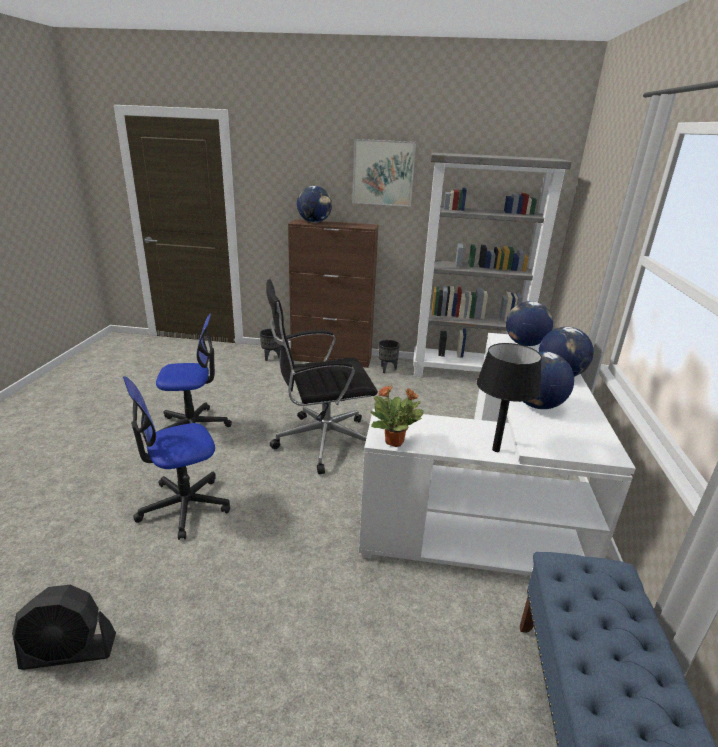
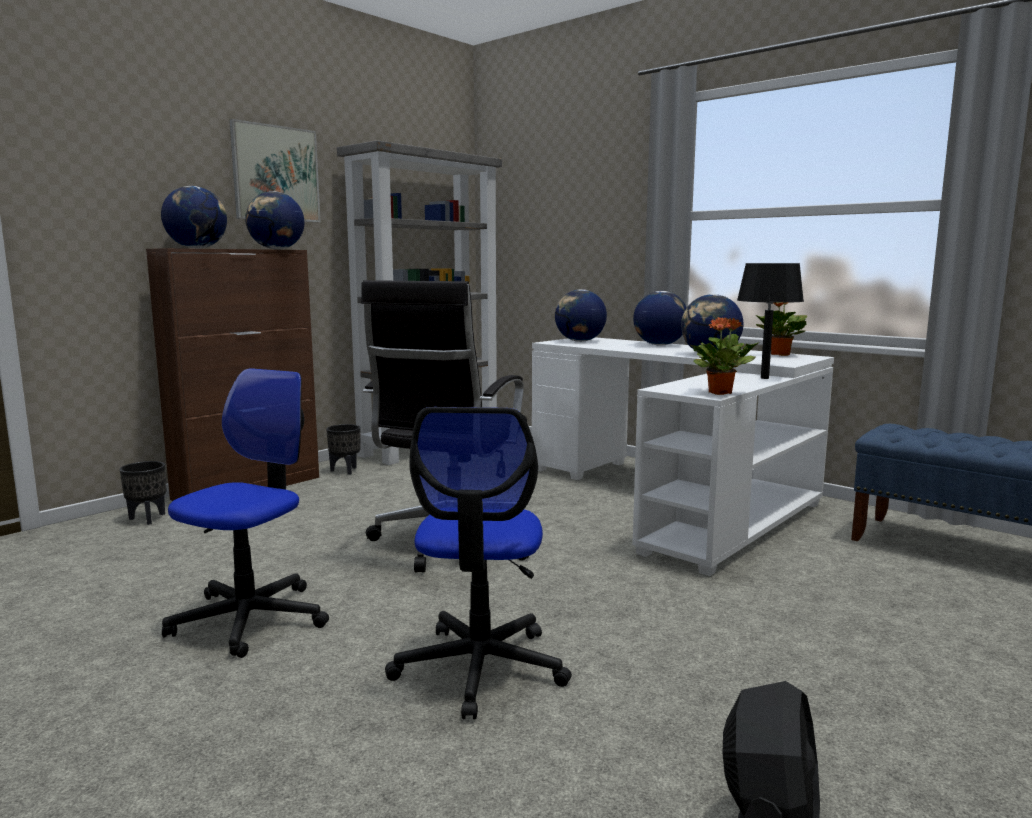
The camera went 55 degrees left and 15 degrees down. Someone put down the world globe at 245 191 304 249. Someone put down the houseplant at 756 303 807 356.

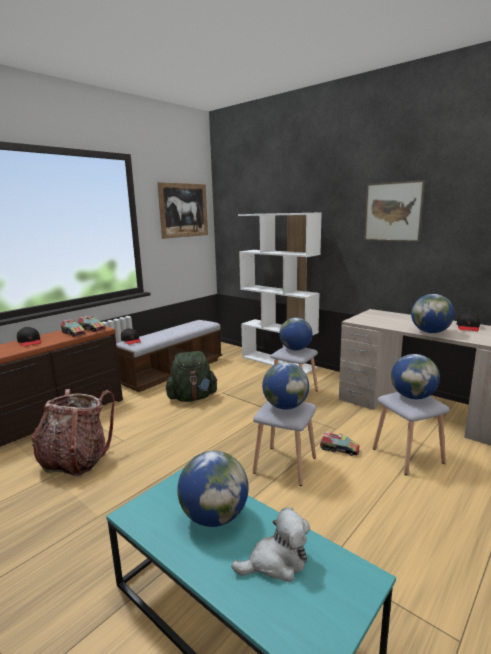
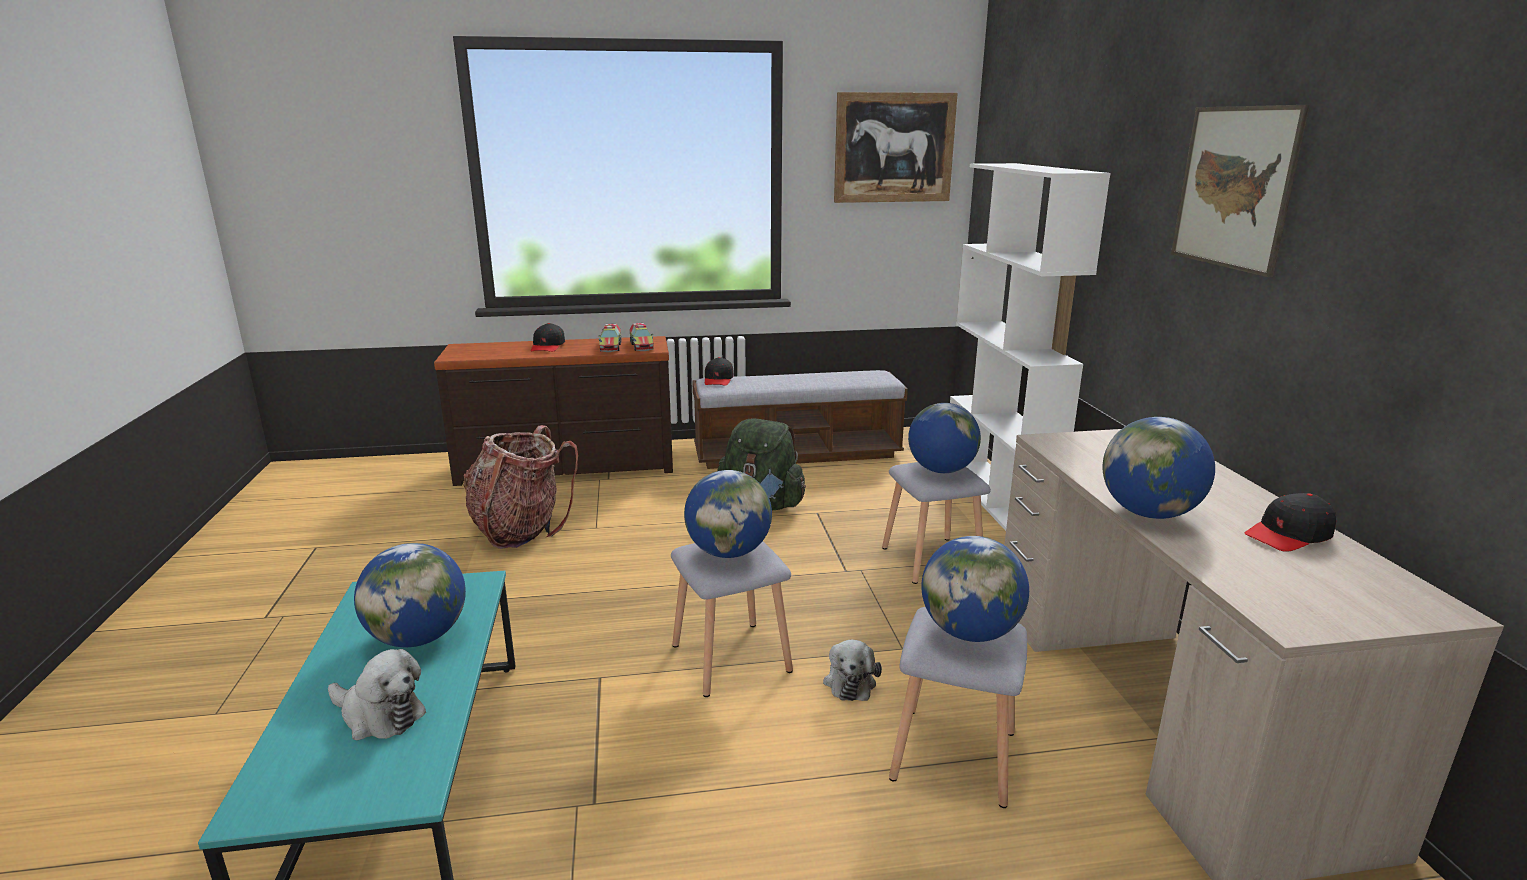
The camera went 40 degrees right and 5 degrees up. Someone swapped the model truck at 320 432 360 456 for the cuddly toy at 823 640 882 701.

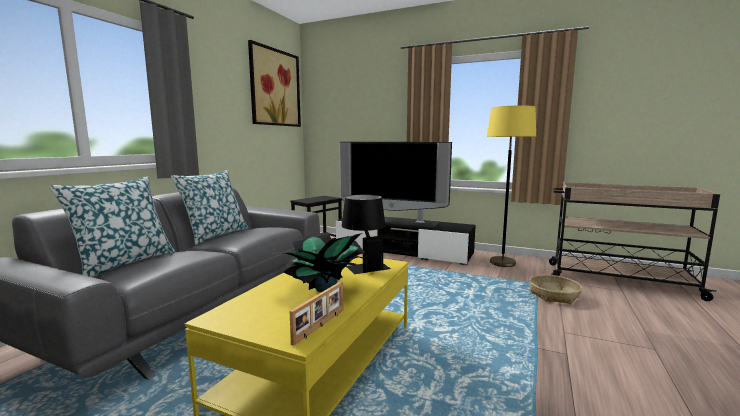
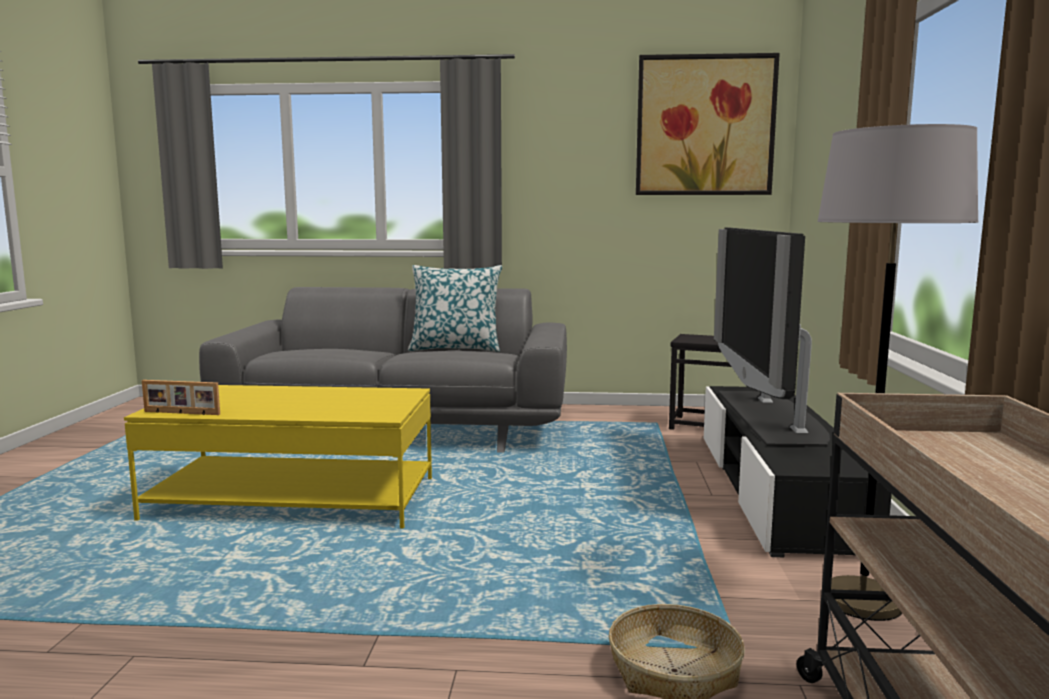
The camera went 70 degrees right and 0 degrees up. Someone took away the cushion at 49 176 175 277. Someone took away the houseplant at 271 232 365 292. Someone took away the lamp for a table/black-coloured at 341 194 391 274. Someone repainted the standard lamp/yellow at 487 105 536 267, which became the standard lamp/grey at 817 124 978 621.

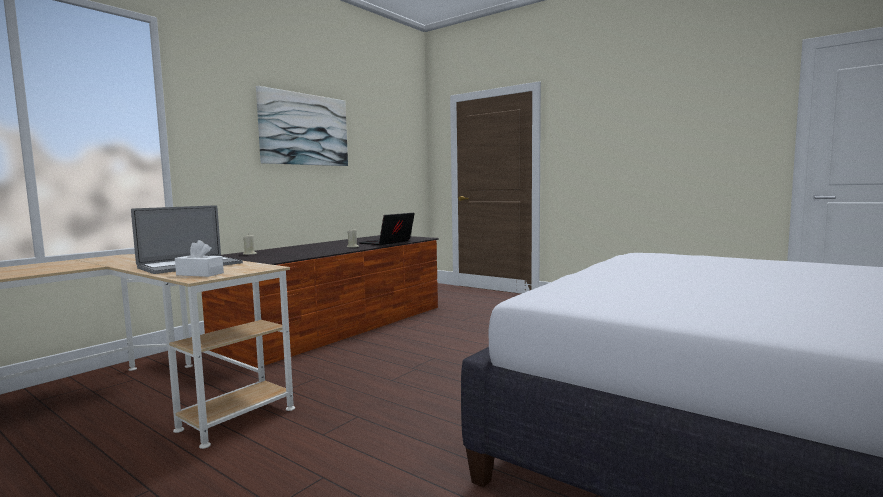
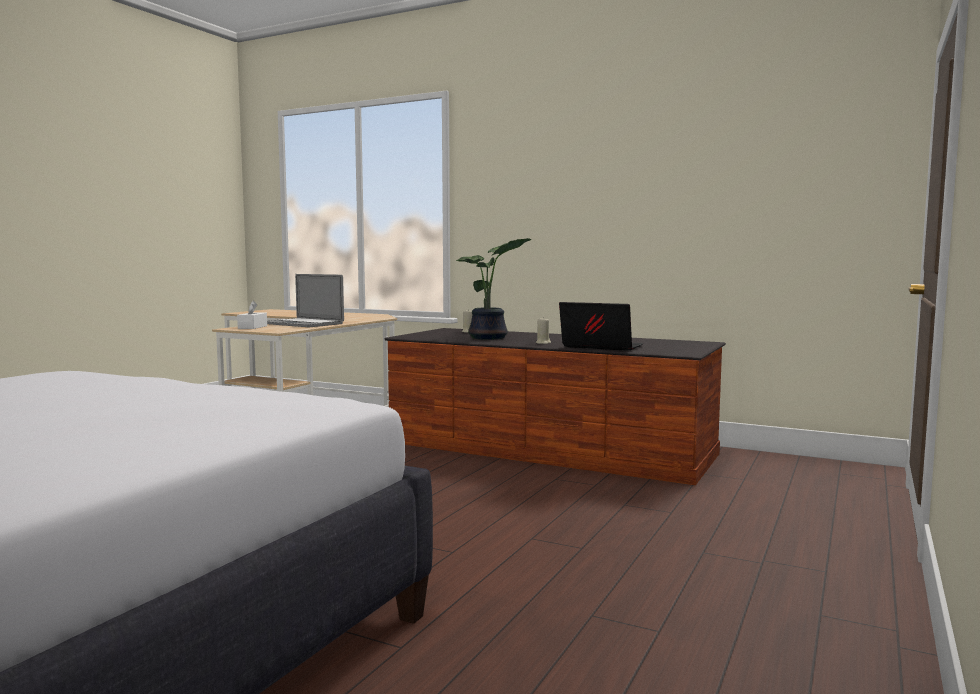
The camera went 80 degrees right and 0 degrees up. Someone took away the wall art at 256 86 348 166. Someone put down the houseplant at 456 238 532 340.

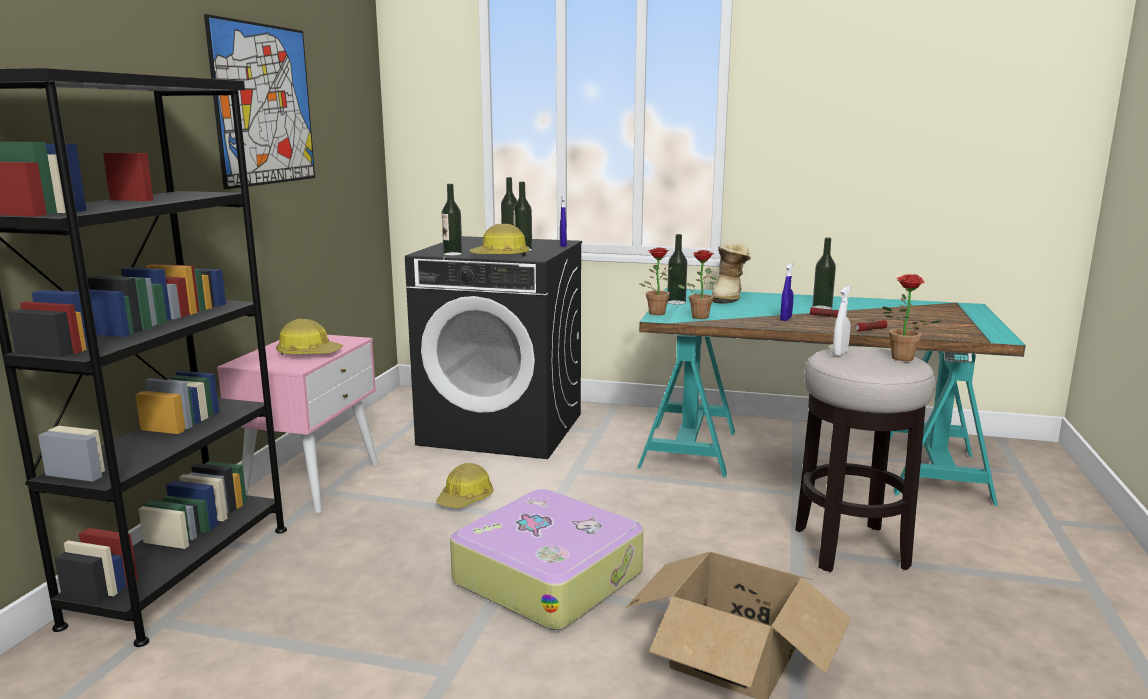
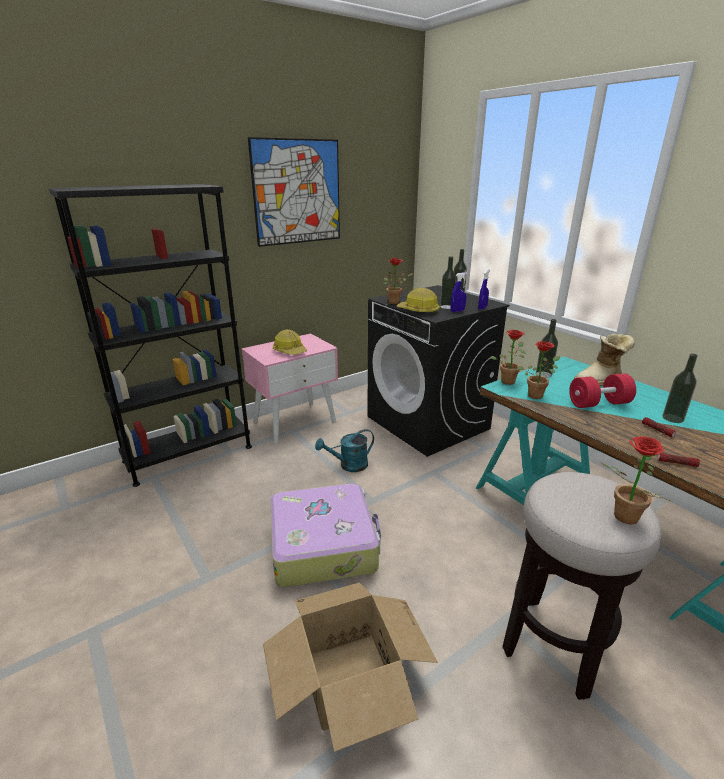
The camera went 40 degrees right and 10 degrees up. Someone took away the hand sprayer/white at 833 286 851 356. Someone put down the hand weight/red at 569 373 636 408. Someone carried the hand sprayer/blue-coloured from 780 263 793 321 to 451 272 467 312. Someone swapped the work helmet at 436 463 493 508 for the watering can/turquoise-coloured at 315 429 374 472. Someone swapped the drink bottle at 442 184 462 256 for the houseplant at 384 258 413 304.

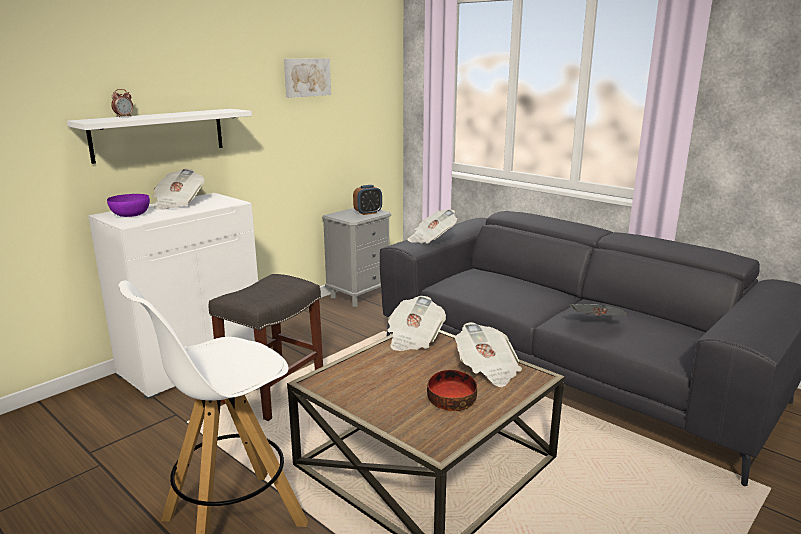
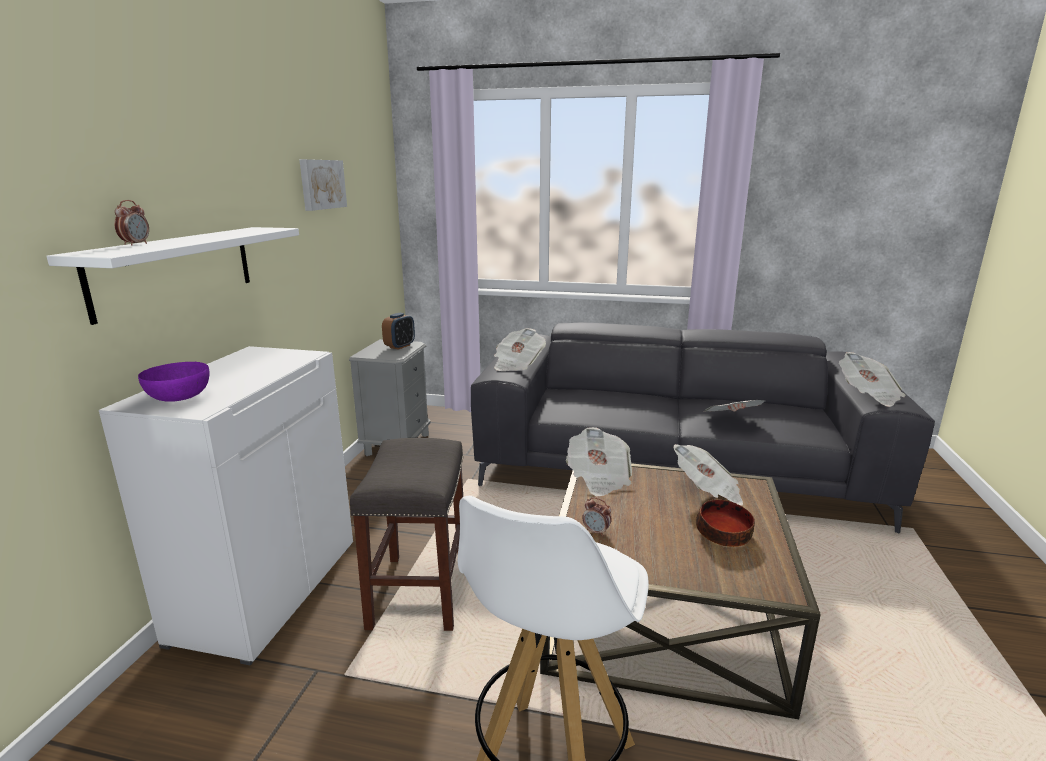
The camera went 30 degrees left and 0 degrees up. Someone put down the table clock at 582 497 612 536. Someone carried the printed paper from 153 169 205 210 to 839 352 906 407.

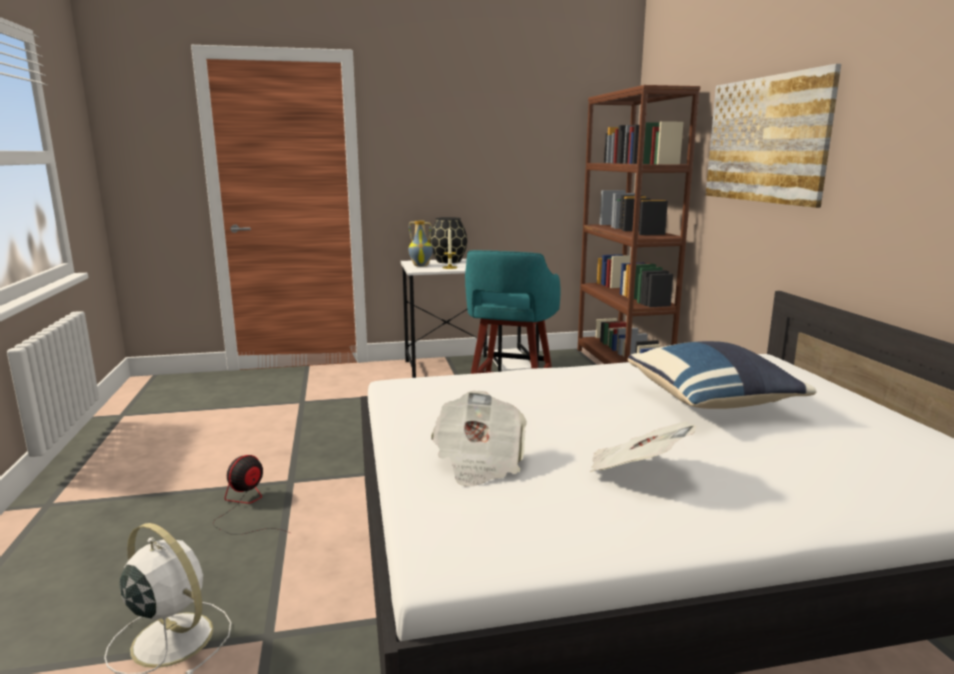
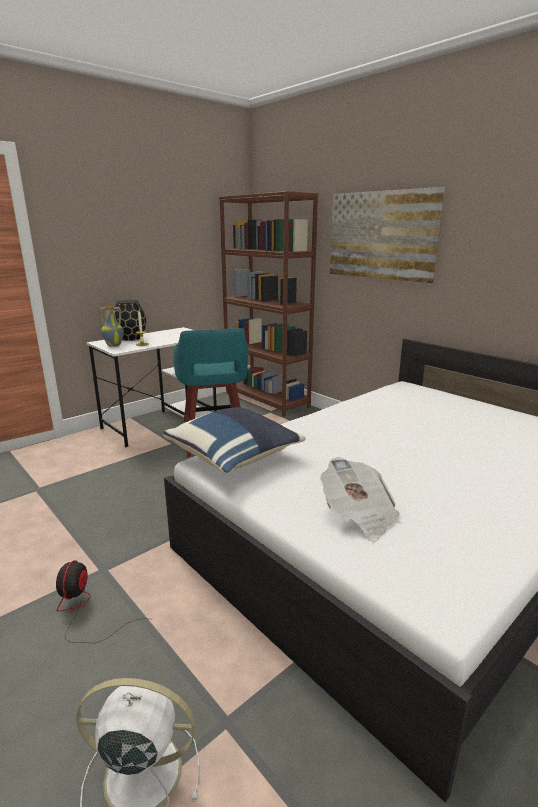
The camera went 30 degrees left and 5 degrees up. Someone took away the printed paper at 589 421 696 472. Someone carried the cushion/blue-coloured from 628 341 817 409 to 163 407 306 475.

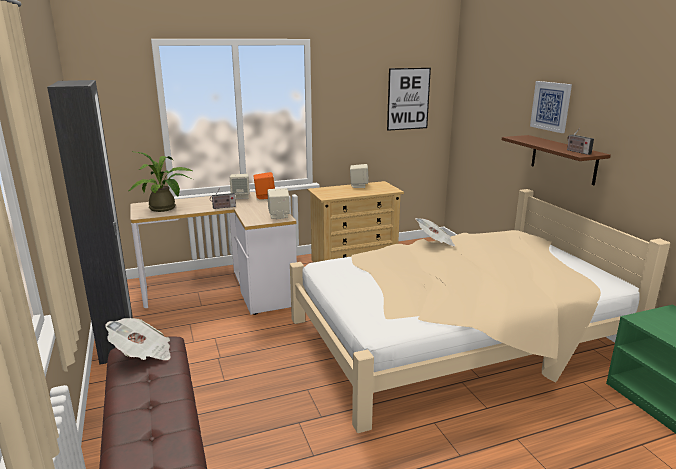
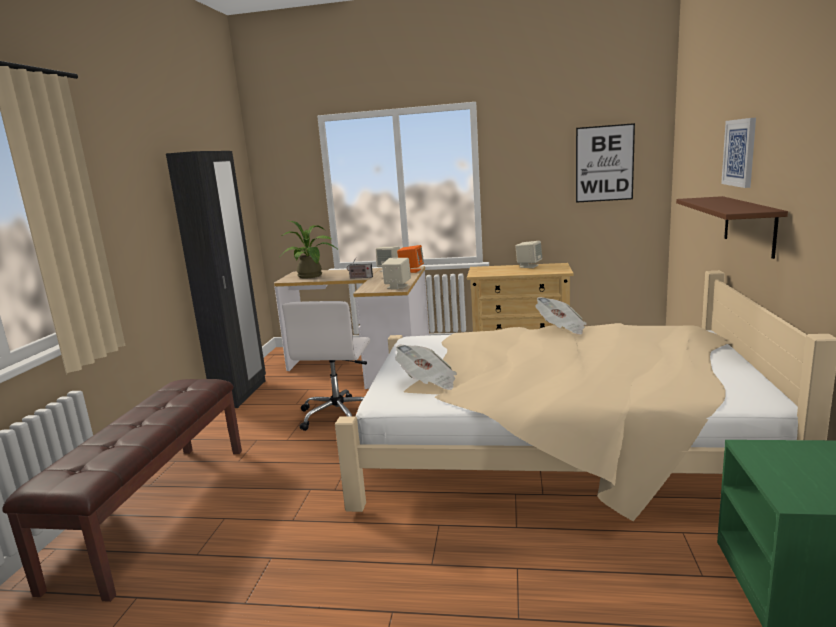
The camera went 30 degrees right and 5 degrees down. Someone took away the radio receiver at 567 128 594 155. Someone put down the office chair/white at 282 301 370 431. Someone carried the printed paper from 105 318 171 360 to 395 344 457 390.

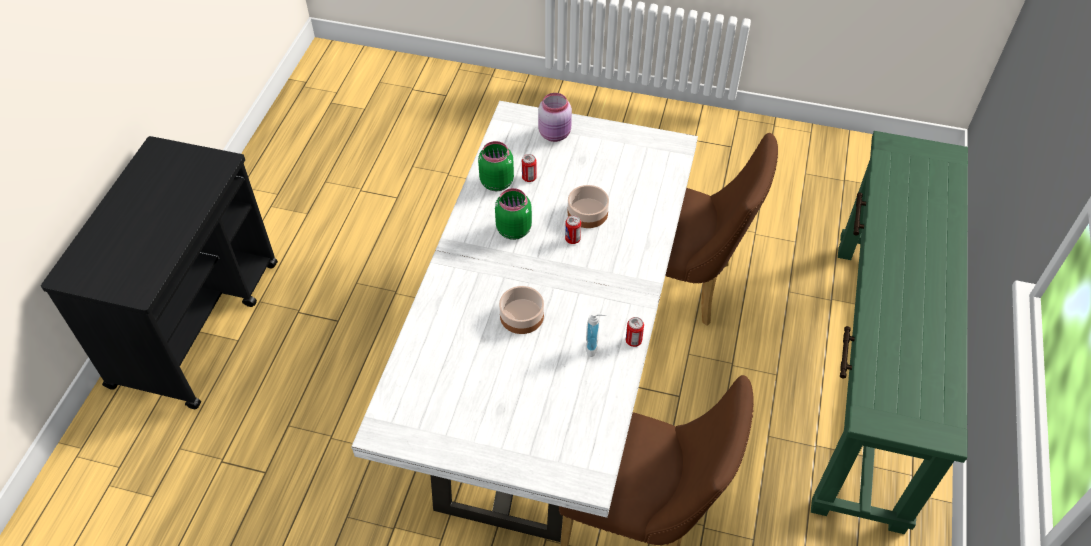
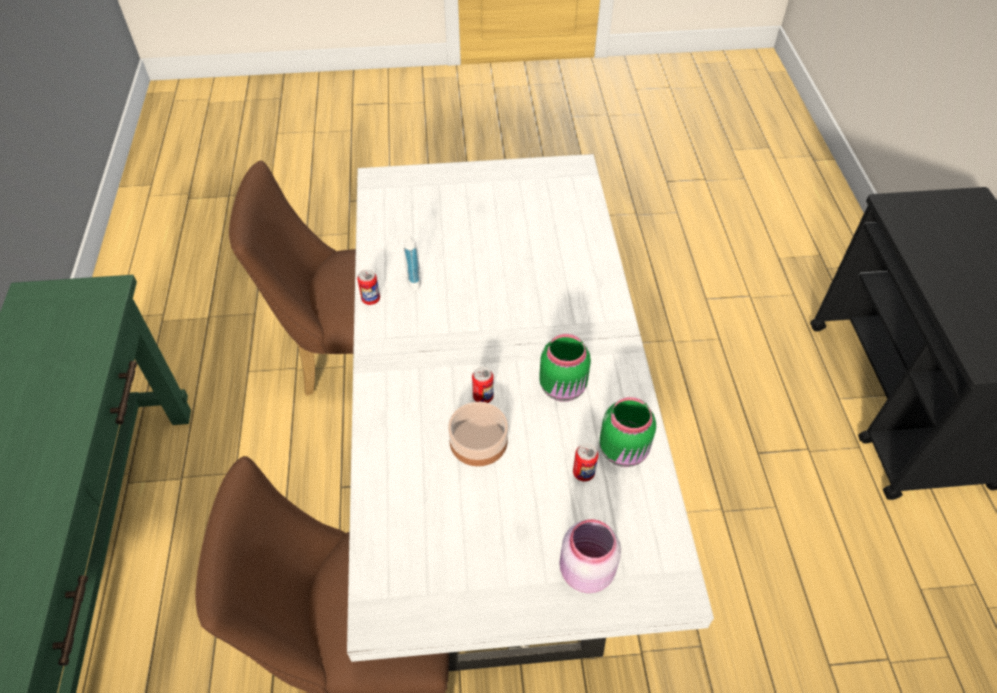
The camera went 160 degrees right and 0 degrees up. Someone took away the deep dish at 499 286 544 334.

